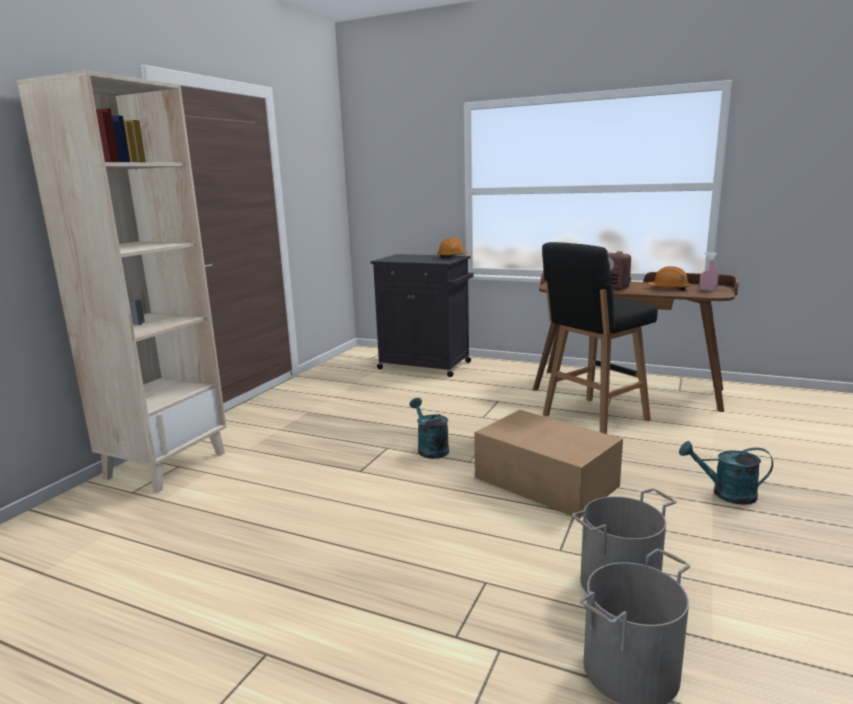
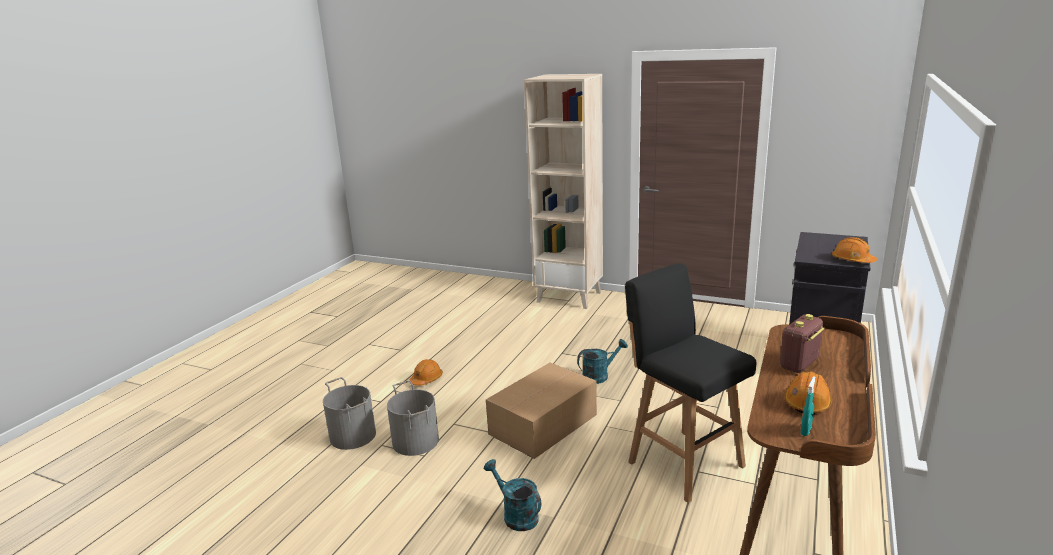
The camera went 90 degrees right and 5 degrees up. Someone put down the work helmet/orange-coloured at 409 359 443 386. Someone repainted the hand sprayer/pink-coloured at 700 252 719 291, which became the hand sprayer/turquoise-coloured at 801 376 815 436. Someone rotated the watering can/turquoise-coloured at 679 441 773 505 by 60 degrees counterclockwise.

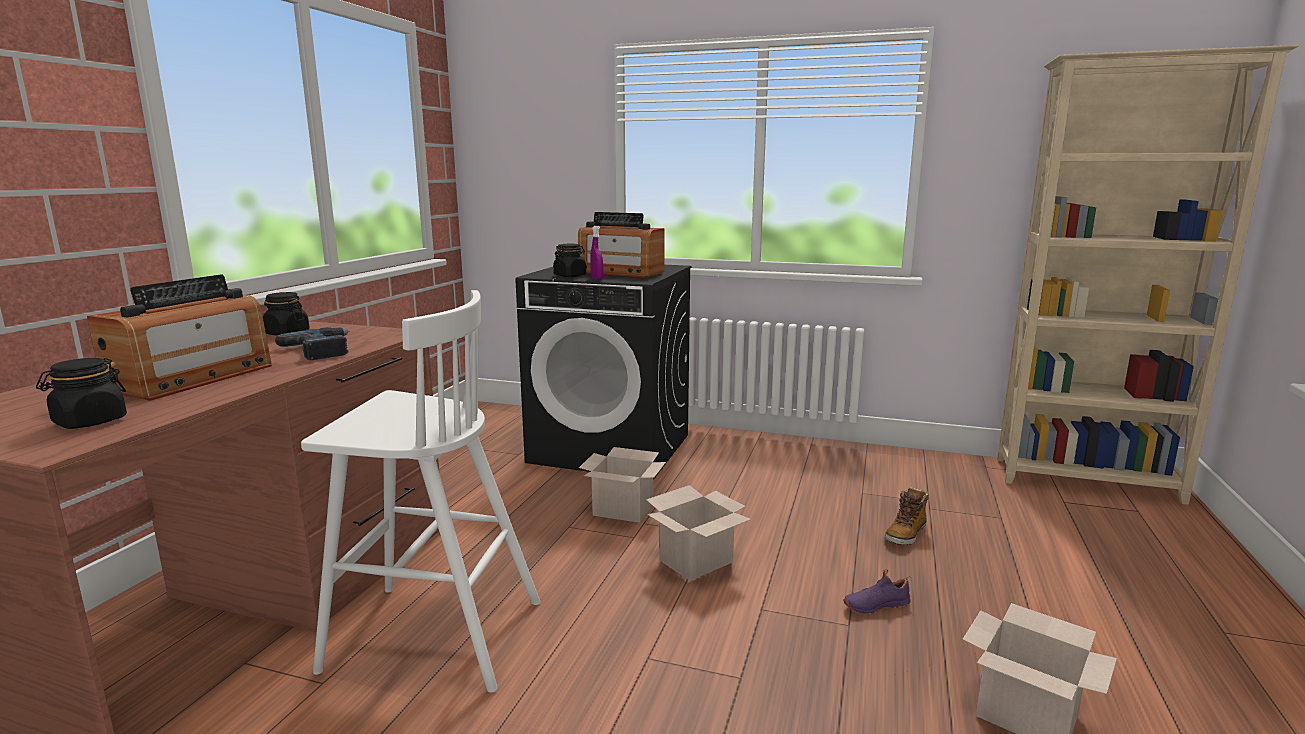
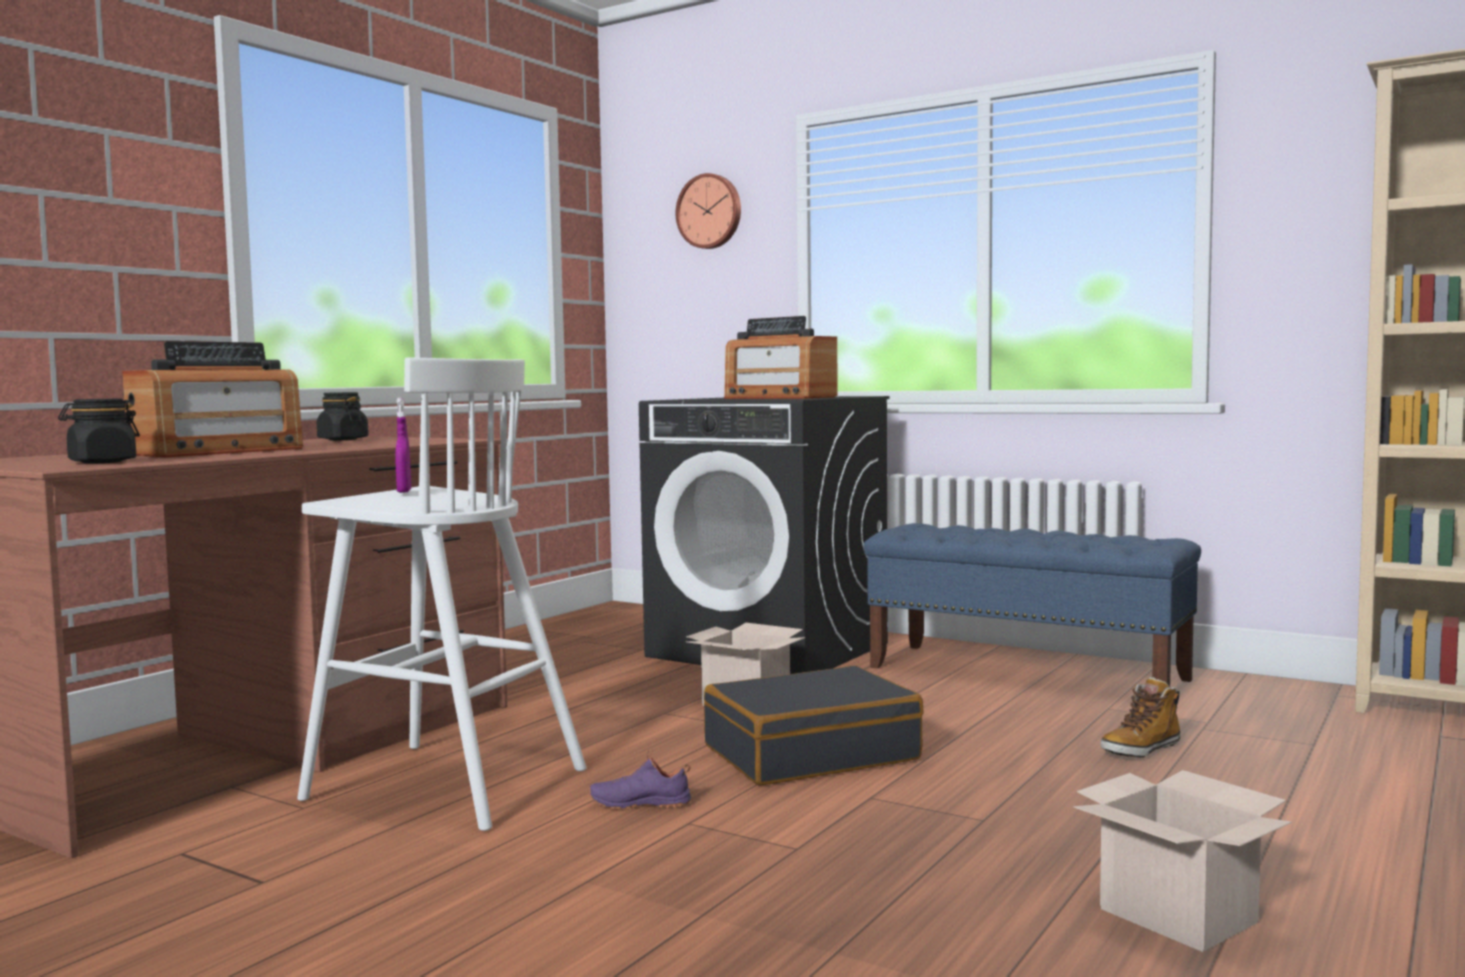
The camera went 15 degrees right and 10 degrees down. Someone took away the electric drill at 275 327 350 360. Someone took away the preserve jar/black-coloured at 553 244 586 277. Someone put up the hanging clock at 676 173 741 249. Someone put down the indoor bench/blue-coloured at 864 523 1201 687. Someone carried the hand sprayer/purplish from 590 226 603 280 to 395 398 411 493. Someone carried the low shoe/purplish from 843 569 912 615 to 589 749 691 810. Someone swapped the carton at 646 485 751 581 for the suitcase/black-coloured at 704 665 923 786.

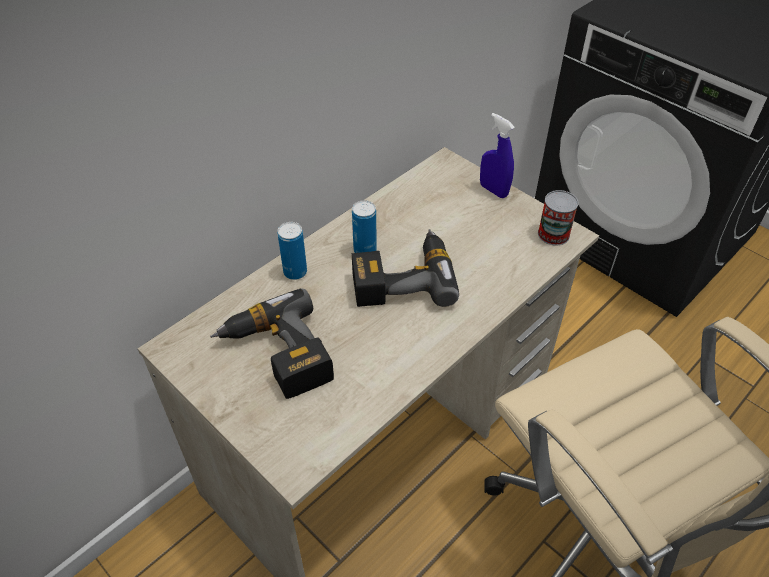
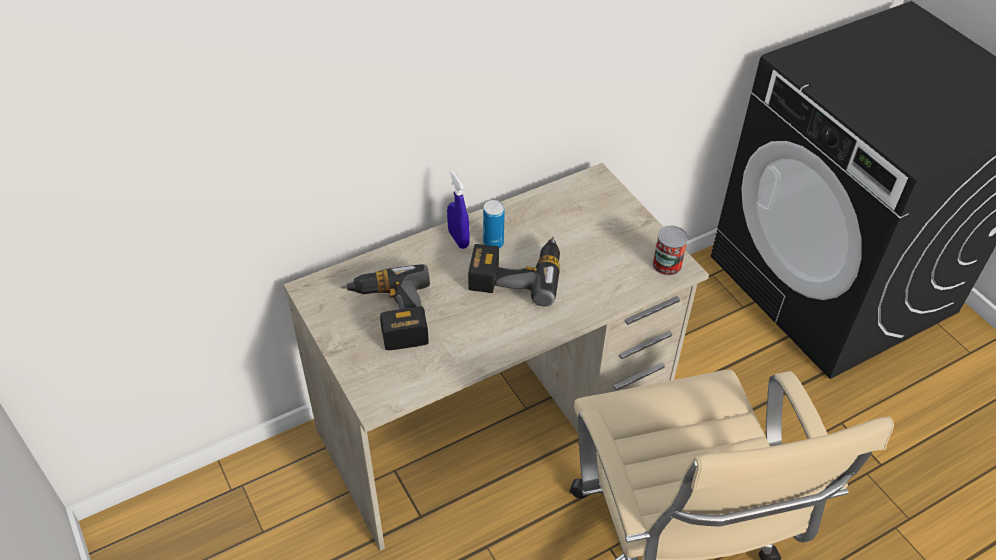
The camera went 15 degrees right and 0 degrees up. Someone took away the metal can at 278 222 307 280. Someone carried the hand sprayer/blue-coloured from 480 113 515 198 to 447 170 470 249.

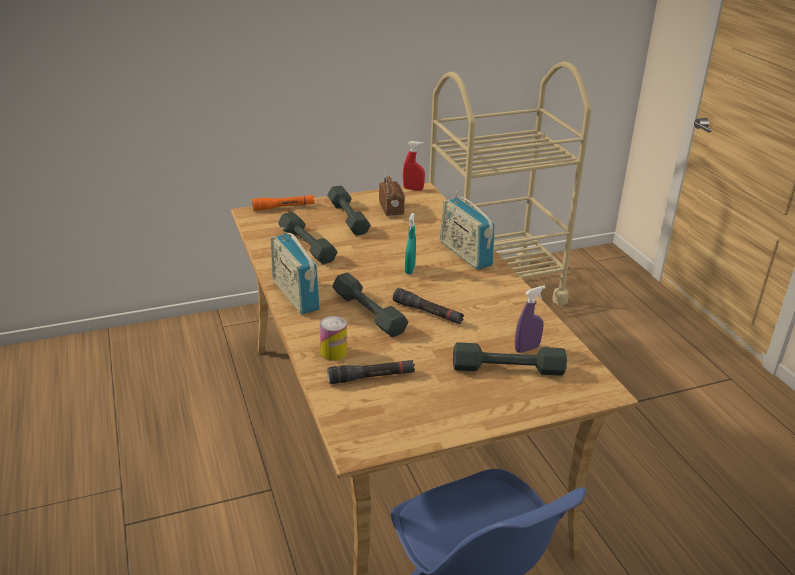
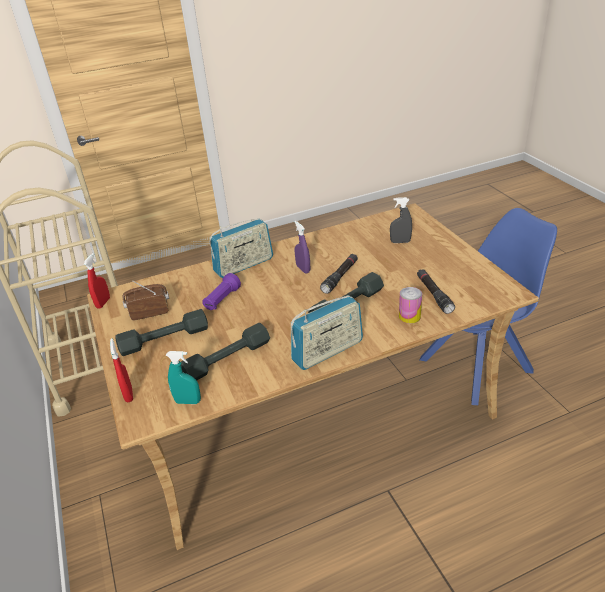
The camera went 90 degrees left and 5 degrees up. Someone put down the hand torch/purplish at 202 273 241 310. Someone carried the hand sprayer/turquoise-coloured from 405 213 416 274 to 166 351 201 404. Someone carried the hand sprayer/purplish from 515 286 545 353 to 294 221 310 274. Someone swapped the hand torch/orange-coloured at 252 195 314 211 for the hand sprayer/red at 110 338 133 402. Someone swapped the hand weight/grey at 453 342 567 376 for the hand sprayer/grey at 390 197 412 243.

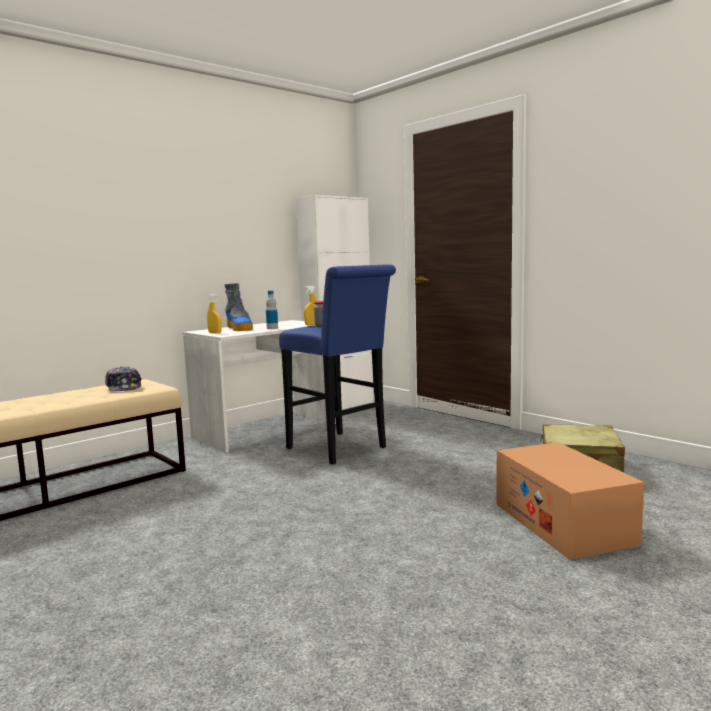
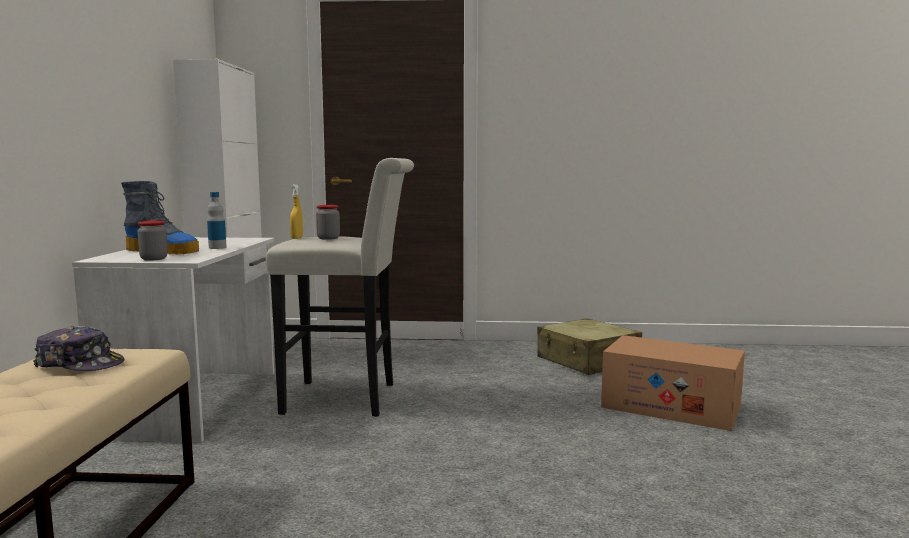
The camera went 45 degrees left and 0 degrees up. Someone swapped the hand sprayer/yellow at 207 294 221 333 for the preserve jar at 138 221 168 261. Someone repainted the sitting stool/blue-coloured at 279 264 396 464, which became the sitting stool/white at 266 158 414 417.

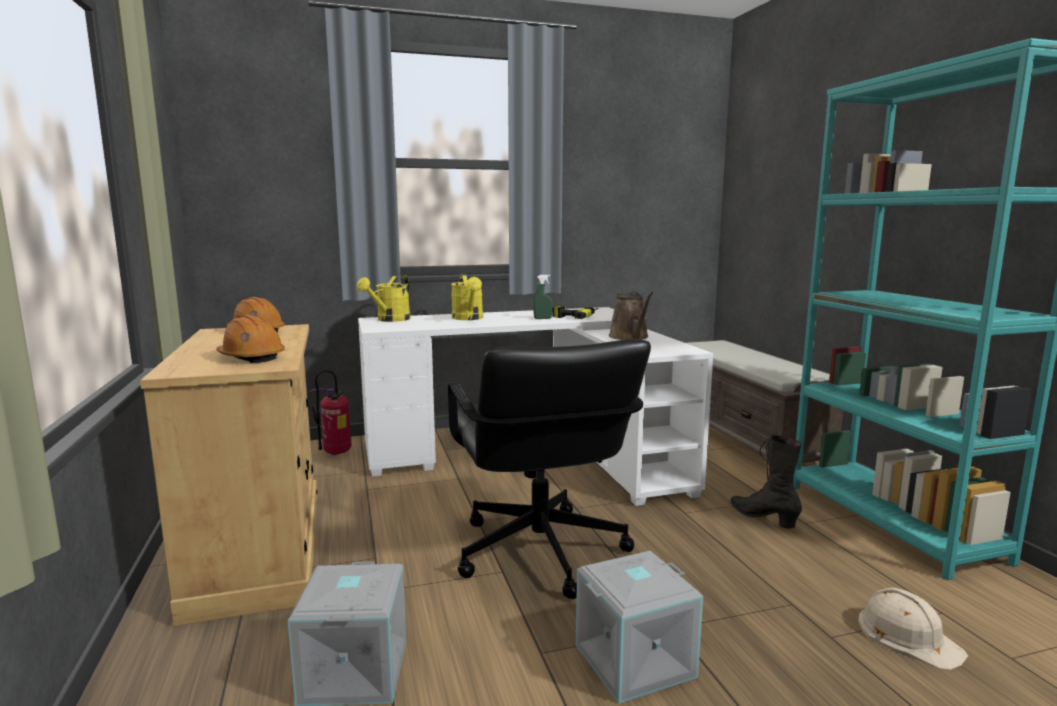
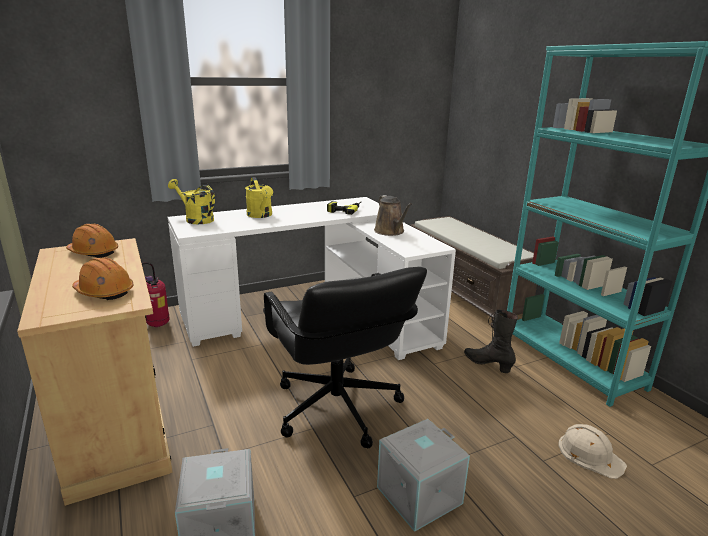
The camera went 10 degrees left and 10 degrees up. Someone took away the hand sprayer/greenish at 533 275 553 319. Someone rotated the watering can/yellow at 357 274 411 322 by 105 degrees clockwise.

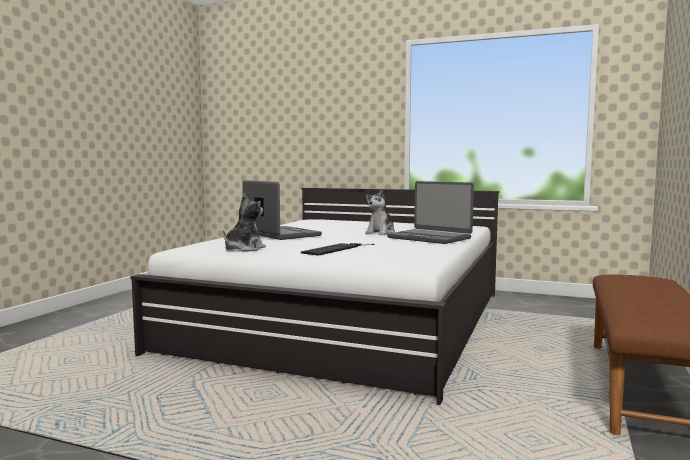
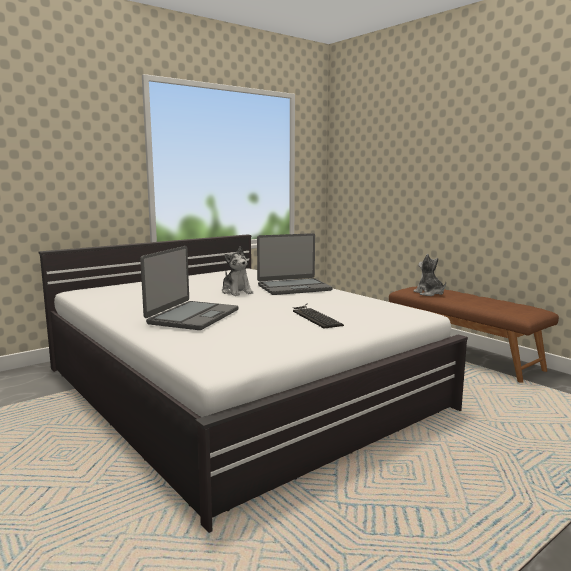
The camera went 60 degrees left and 5 degrees up. Someone carried the cuddly toy from 223 193 266 252 to 413 254 446 296. Someone rotated the laptop at 243 180 322 240 by 120 degrees clockwise.

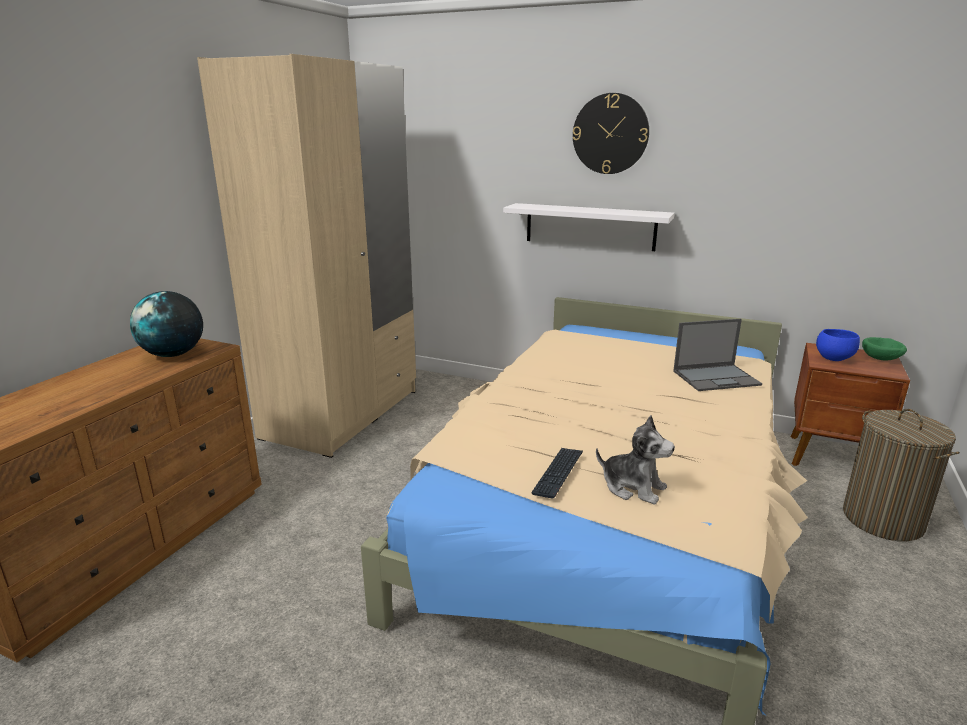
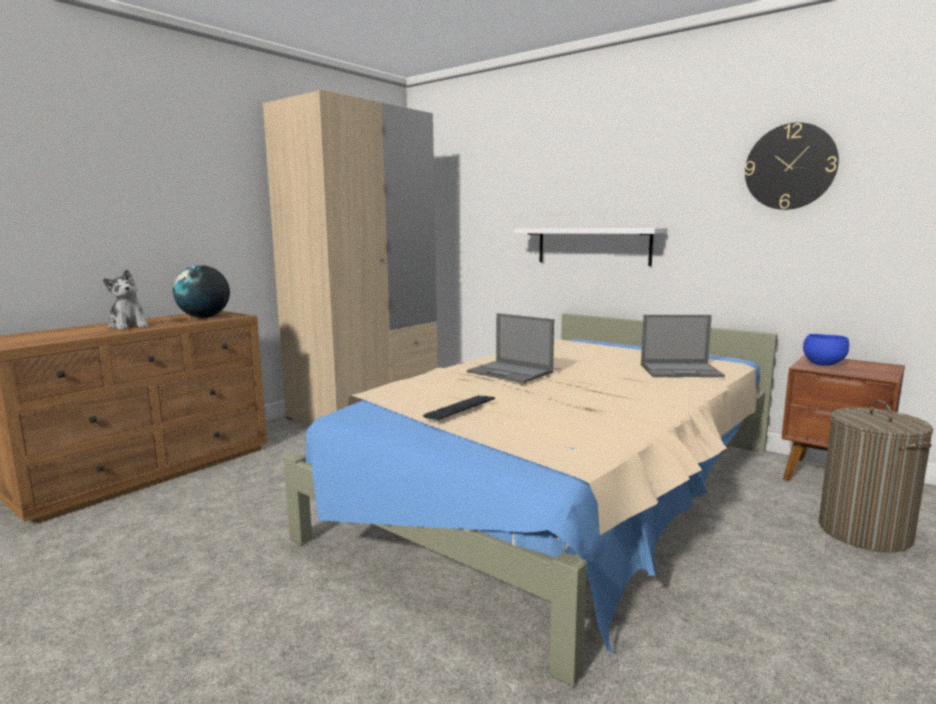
The camera went 15 degrees right and 10 degrees down. Someone took away the deep dish/greenish at 862 337 907 360. Someone put down the laptop at 467 313 554 383. Someone carried the hanging clock from 573 93 649 174 to 745 122 839 210. Someone carried the cuddly toy from 596 415 675 505 to 103 269 148 330.

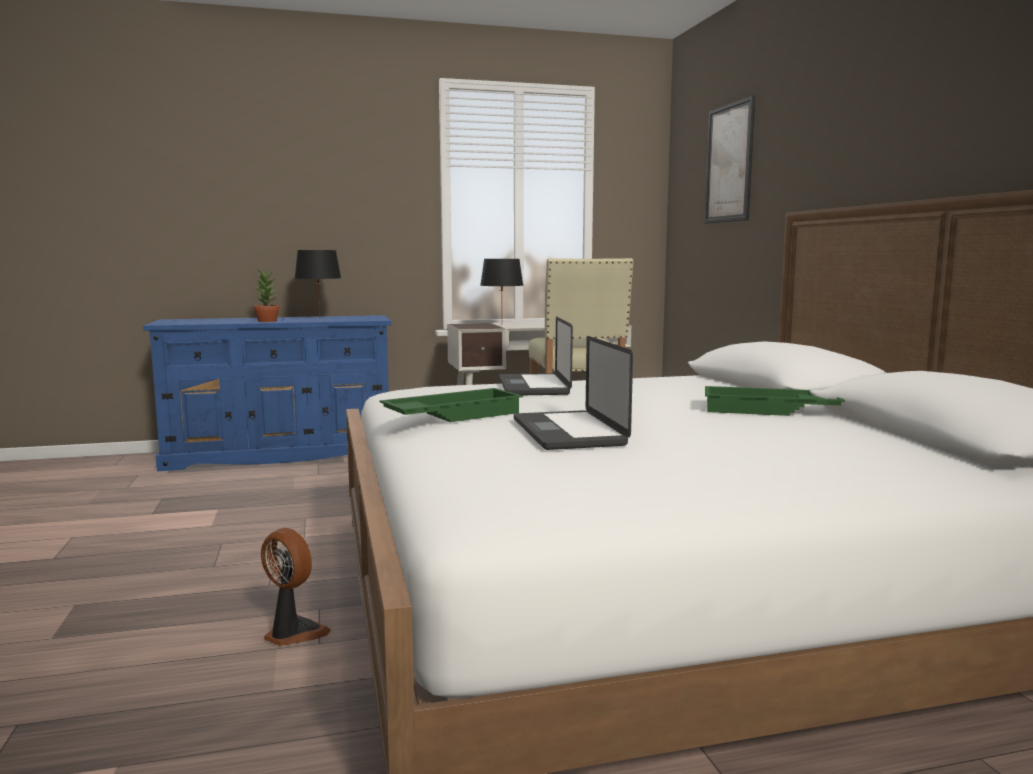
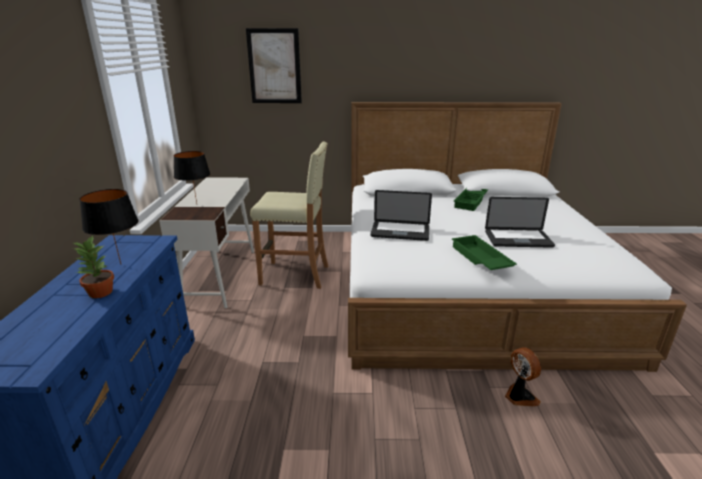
The camera went 75 degrees left and 15 degrees up. Someone rotated the electric fan at 261 528 331 646 by 105 degrees clockwise.

